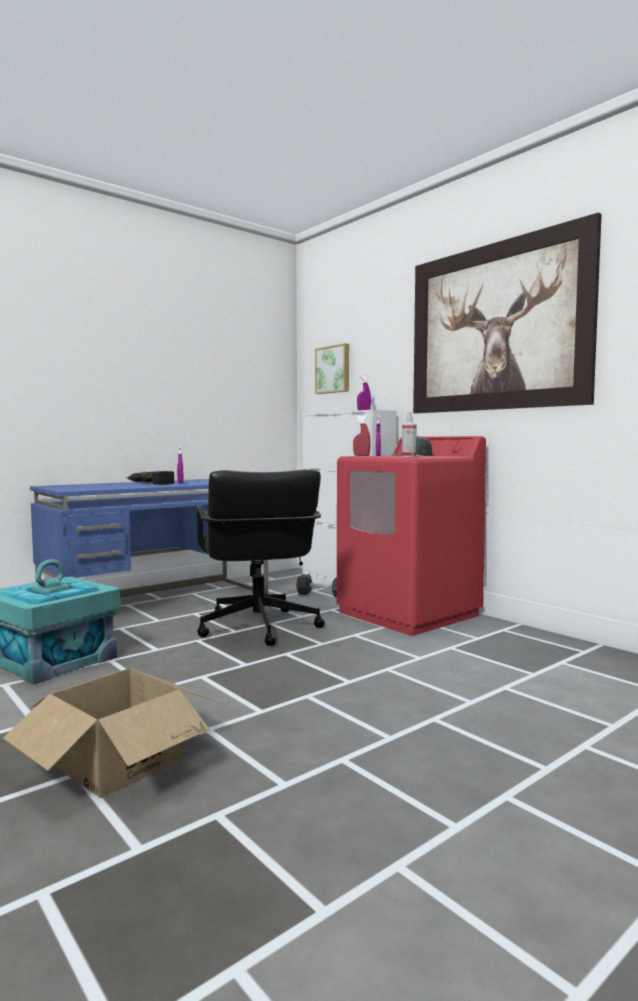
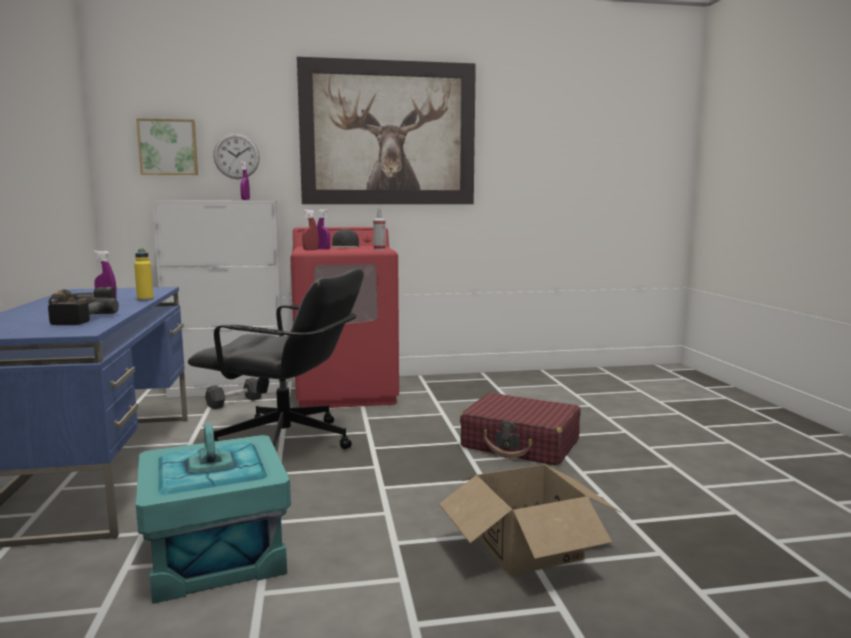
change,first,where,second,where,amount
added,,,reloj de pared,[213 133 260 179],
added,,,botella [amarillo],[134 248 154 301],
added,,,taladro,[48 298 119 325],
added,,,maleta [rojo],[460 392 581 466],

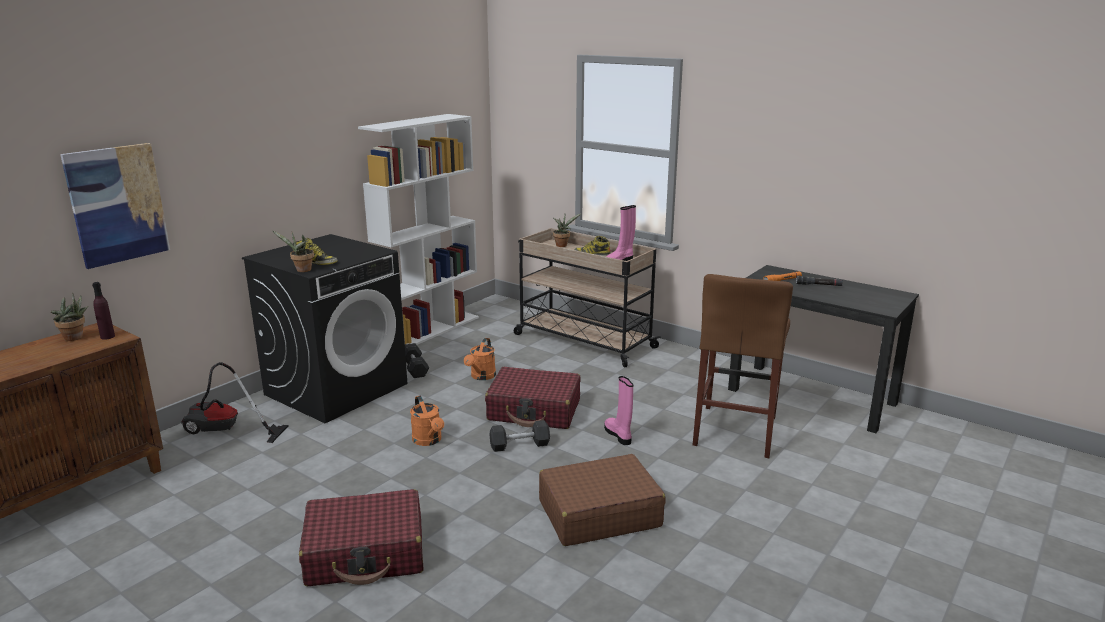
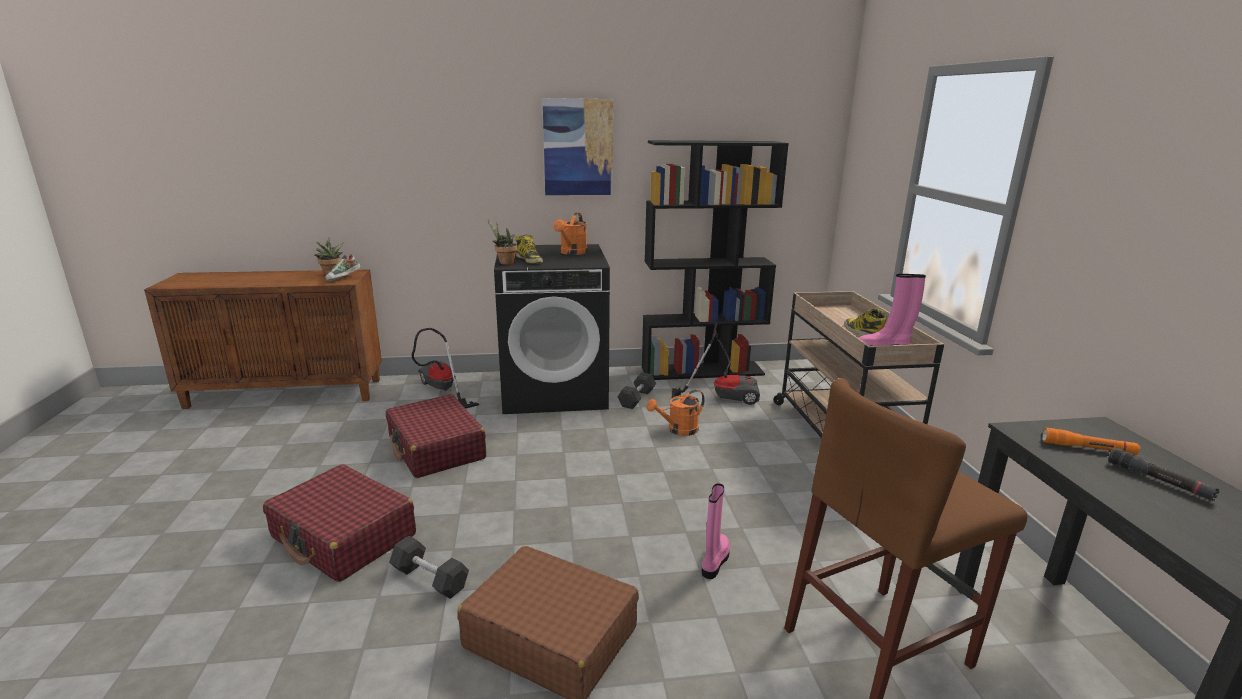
change,first,where,second,where,amount
recoloured,estantería [blanco],[358 114 479 345],estantería [negro],[642 140 789 380],
moved,cuadro,[60 143 170 269],,[543 98 613 195],
removed,planta en maceta,[553 214 581 247],,,
replaced,botella [morado],[92 282 115 340],zapato,[325 254 361 282],
moved,maleta [rojo],[485 367 580 429],,[386 394 486 478],
moved,regadera [naranja],[410 396 444 446],,[553 213 588 255],
moved,mancuerna [gris],[489 420 550 452],,[389 536 469 599],
added,,,aspiradora,[672 323 760 405],

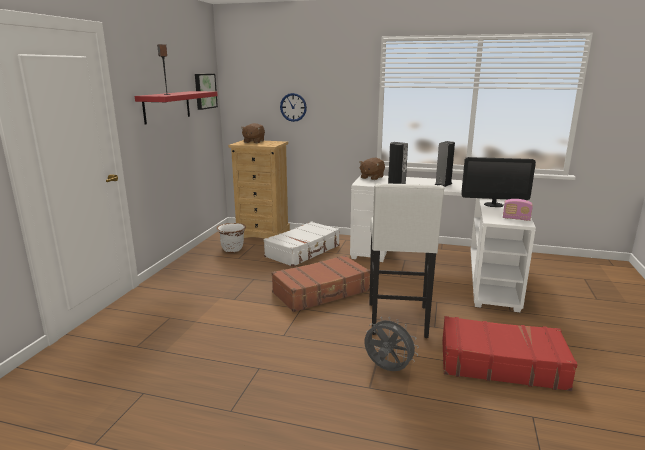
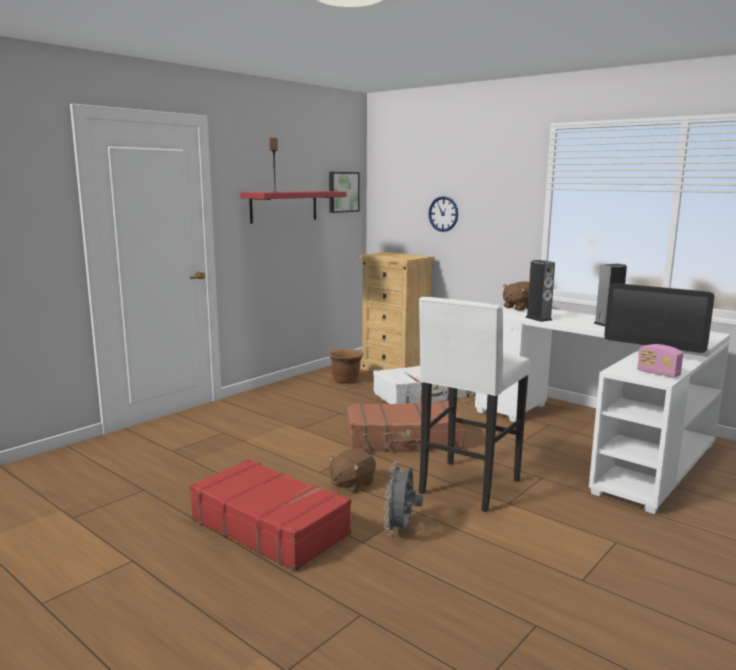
change,first,where,second,where,amount
moved,peluche [marrón],[241 123 265 143],,[328 448 376 493],
recoloured,maceta [blanco],[216 223 246 253],maceta [marrón],[328 349 363 384],
moved,maleta [rojo],[442 316 578 391],,[189 459 351 571],
turned,ventilador [gris],[364 317 419 371],,[384 461 423 535],135 degrees counterclockwise

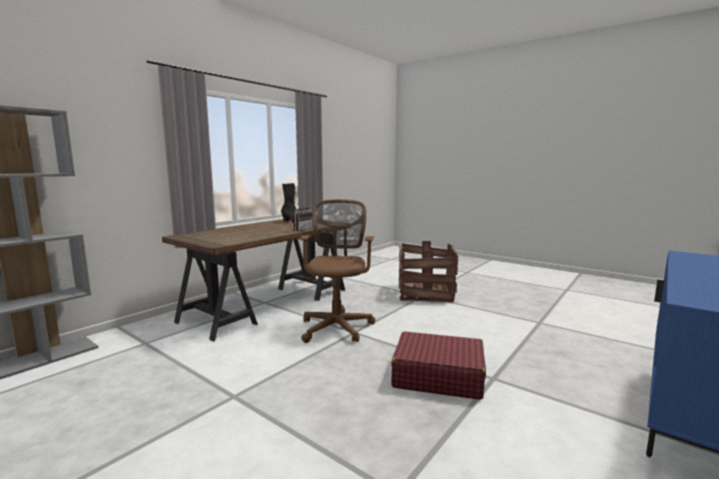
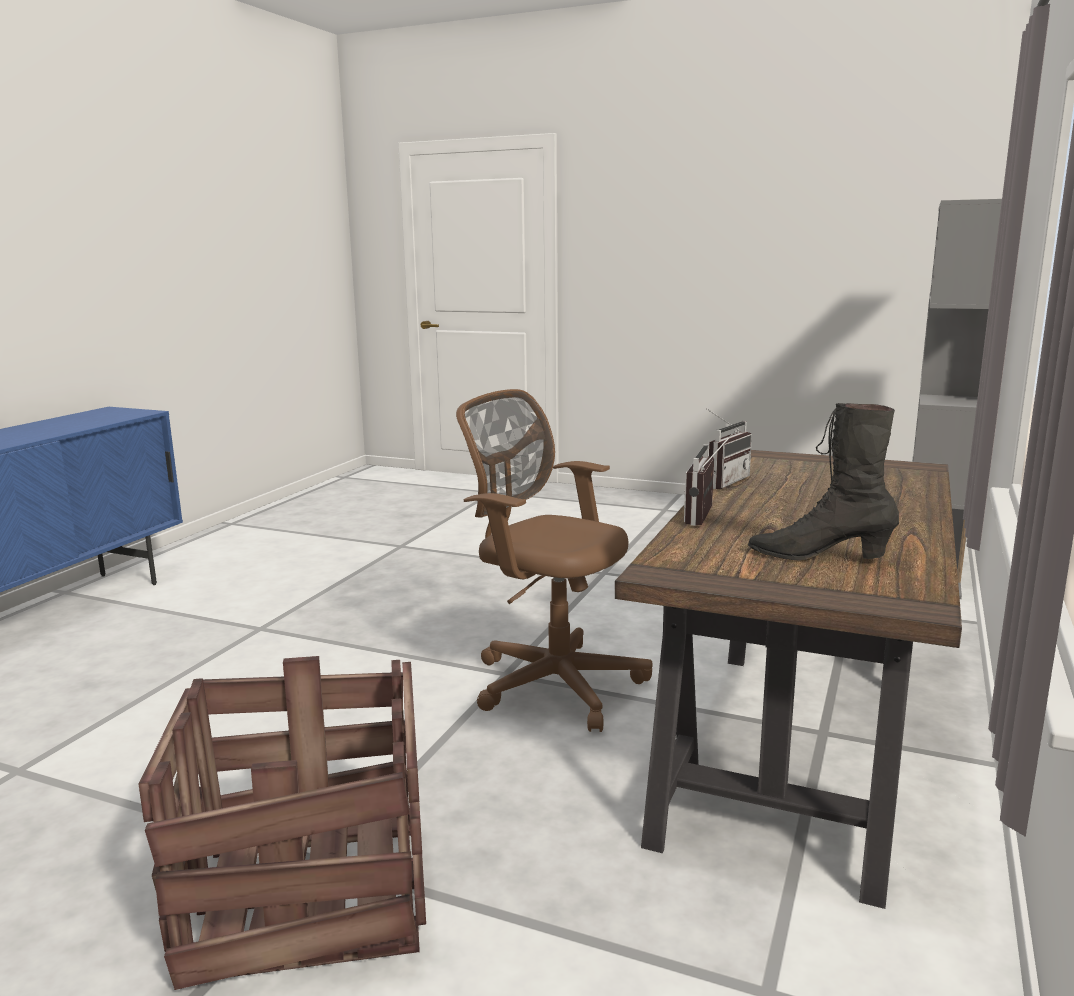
change,first,where,second,where,amount
turned,silla de oficina [marrón],[299 199 375 343],,[456 389 653 732],135 degrees clockwise
removed,maleta [rojo],[391 331 486 400],,,
added,,,radio,[706 408 752 489],

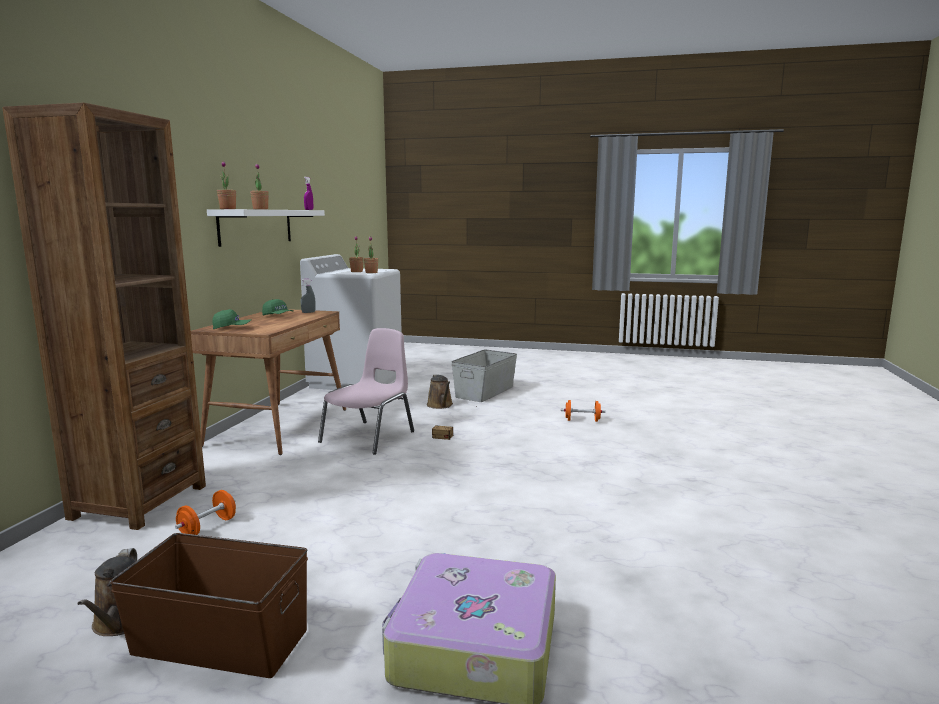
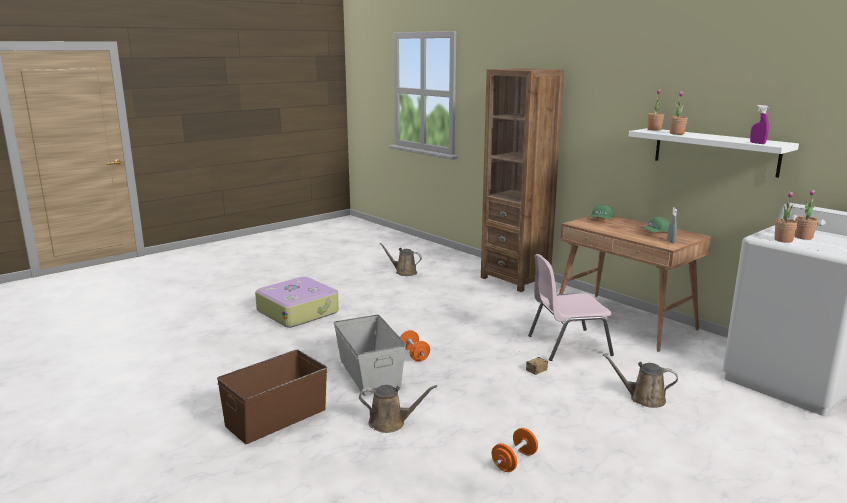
change,first,where,second,where,amount
turned,silla [rosa],[318 328 414 455],,[528 254 614 361],105 degrees clockwise
moved,caja de almacenaje [gris],[451 349 517 402],,[334 315 406 396],
moved,mancuerna [naranja],[175 490 236 535],,[400 330 430 362],
moved,caja de almacenaje [marrón],[110 533 308 678],,[217 350 327 444],
added,,,regadera [marrón],[359 385 437 433],

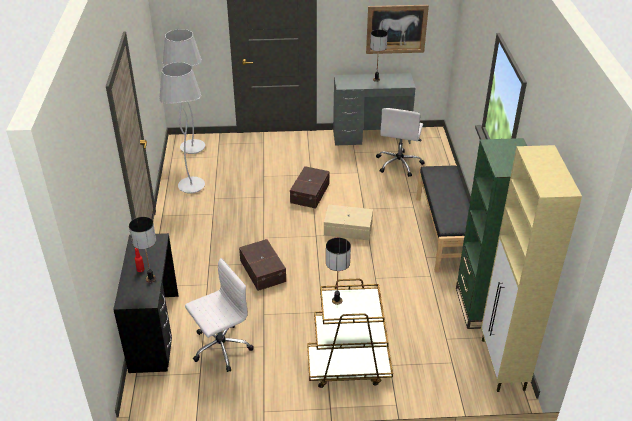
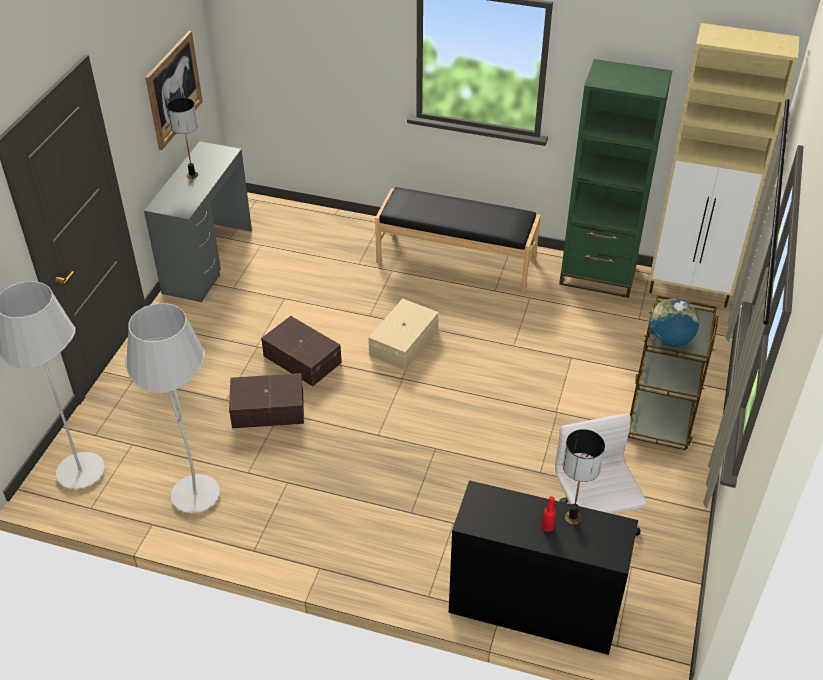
change,first,where,second,where,amount
removed,silla de oficina [blanco],[376 108 425 177],,,
replaced,lámpara de mesa,[326 238 351 305],globo terráqueo,[649 298 699 347],
moved,caja de almacenaje [marrón],[239 239 286 291],,[229 373 304 428],

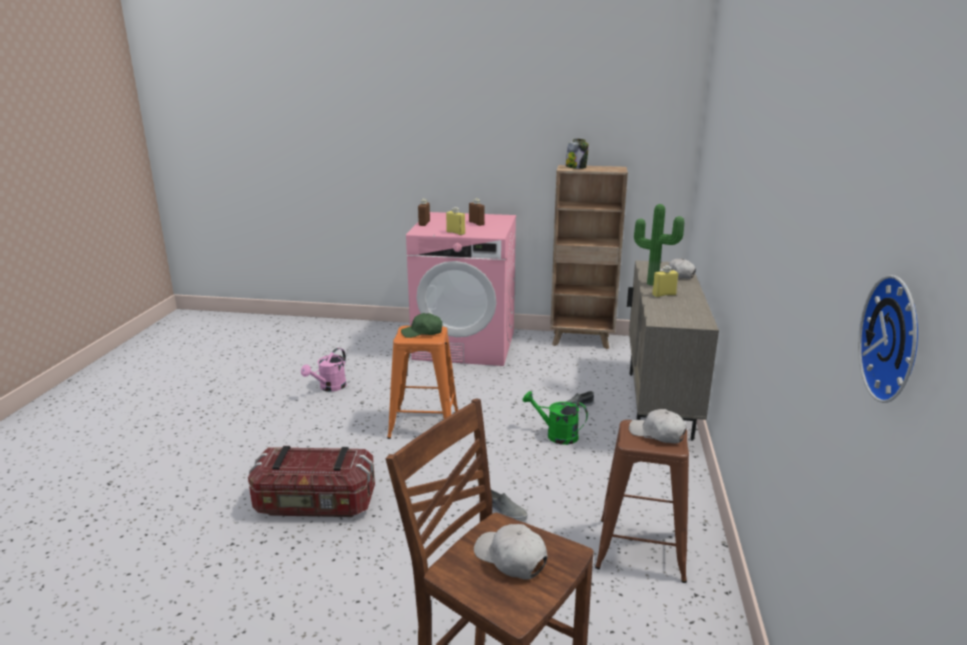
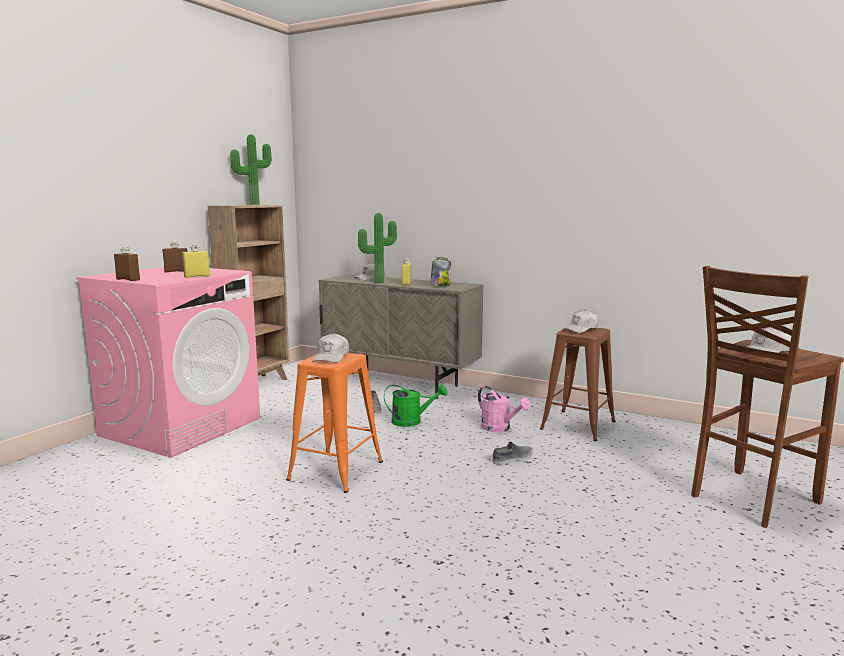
change,first,where,second,where,amount
moved,tarro,[566 139 589 169],,[430 257 451 286],
removed,reloj de pared,[858 275 918 403],,,
recoloured,gorra [verde],[401 313 442 338],gorra [blanco],[312 333 349 363],
moved,regadera [rosa],[301 348 347 392],,[478 386 531 432],
turned,regadera [verde],[522 391 588 445],,[384 384 447 427],135 degrees counterclockwise
removed,caja de almacenaje,[248 446 375 517],,,
added,,,planta en maceta,[230 134 272 205],

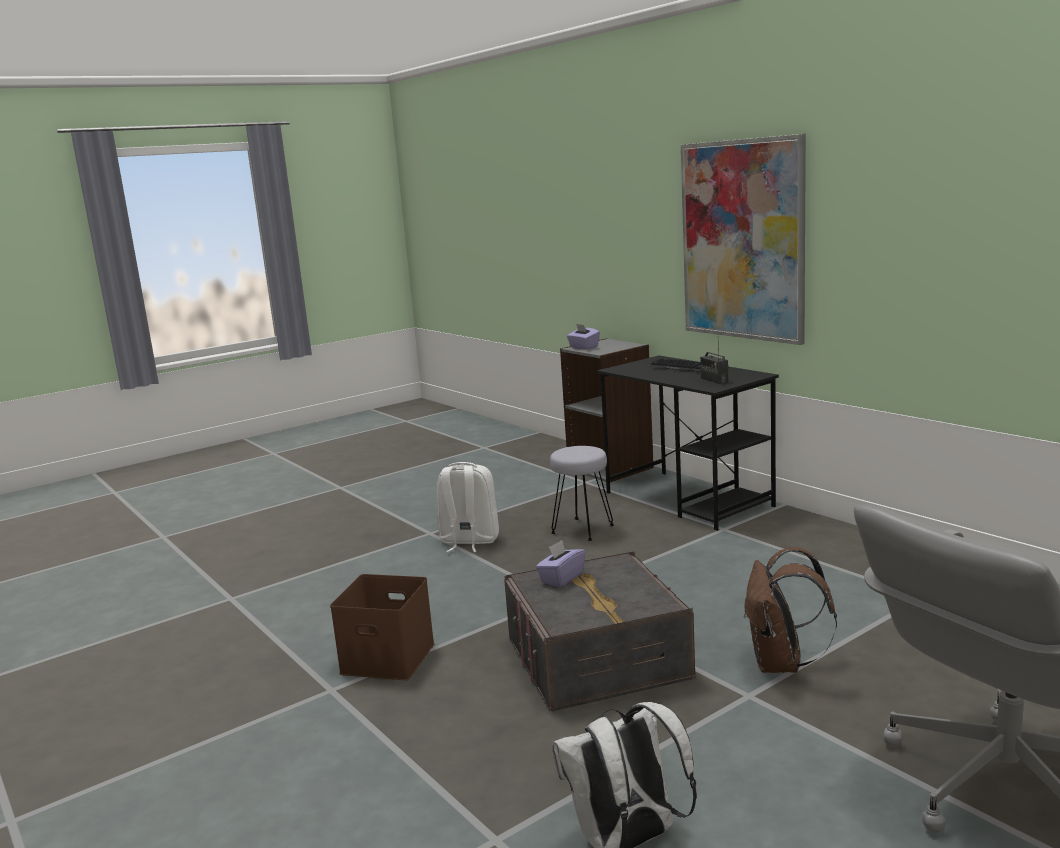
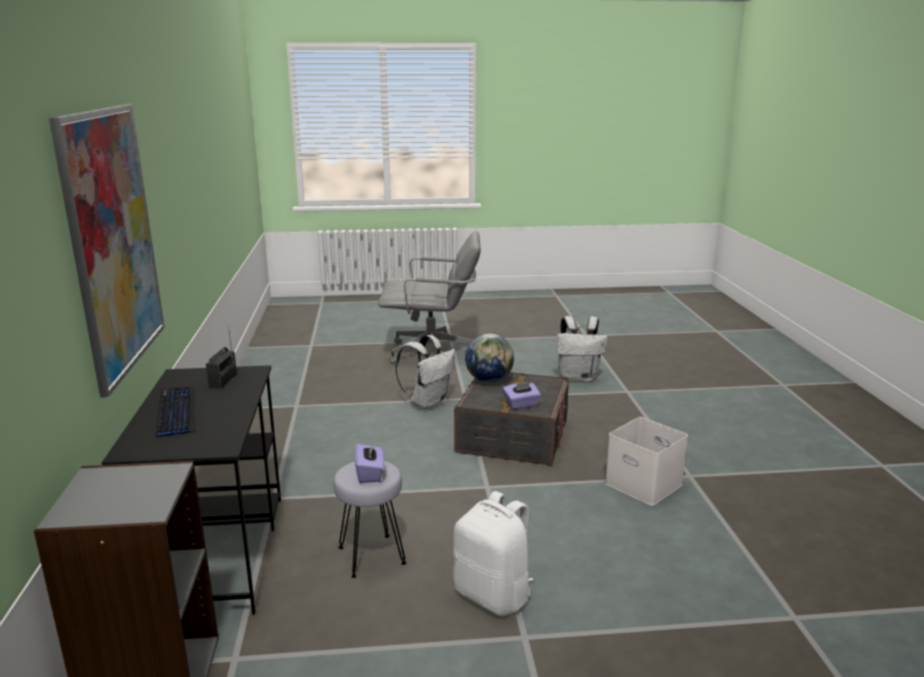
change,first,where,second,where,amount
moved,caja de pañuelos [morado],[567 324 600 349],,[355 440 384 483],
recoloured,mochila [marrón],[744 547 837 673],mochila [blanco],[395 335 455 410],
recoloured,caja de almacenaje [marrón],[330 574 434 680],caja de almacenaje [blanco],[605 417 688 506],
added,,,globo terráqueo,[465 334 514 383],

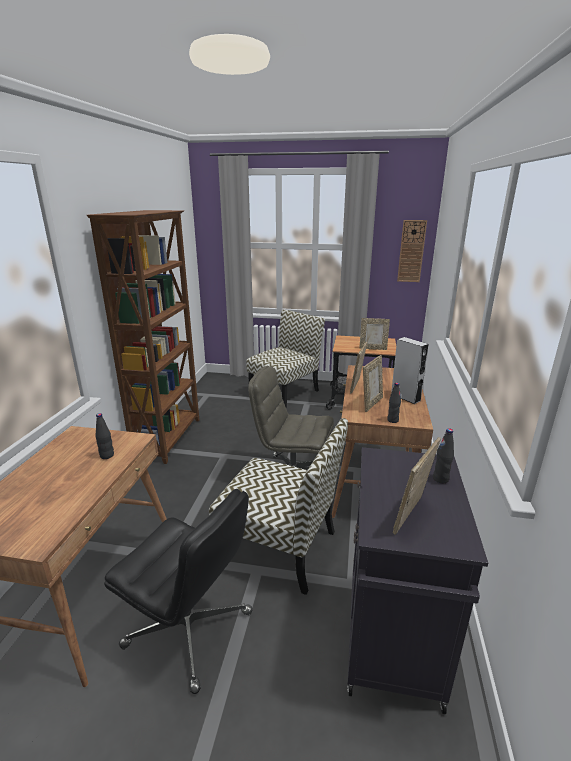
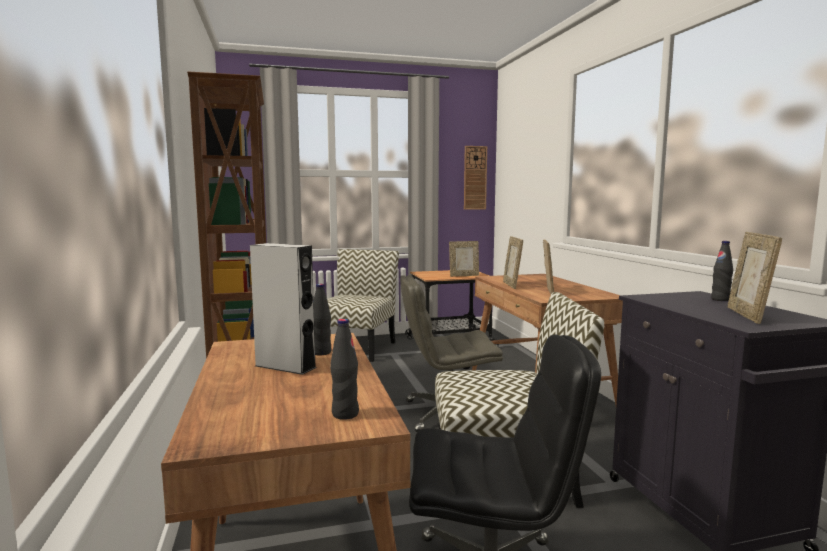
change,first,where,second,where,amount
moved,altavoz [gris],[391 337 429 404],,[250 243 317 375],
moved,botella [negro],[387 383 401 423],,[330 319 359 420],

